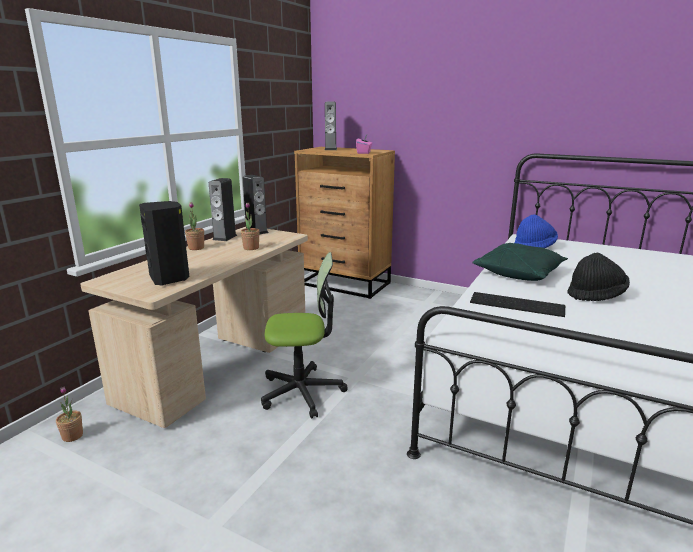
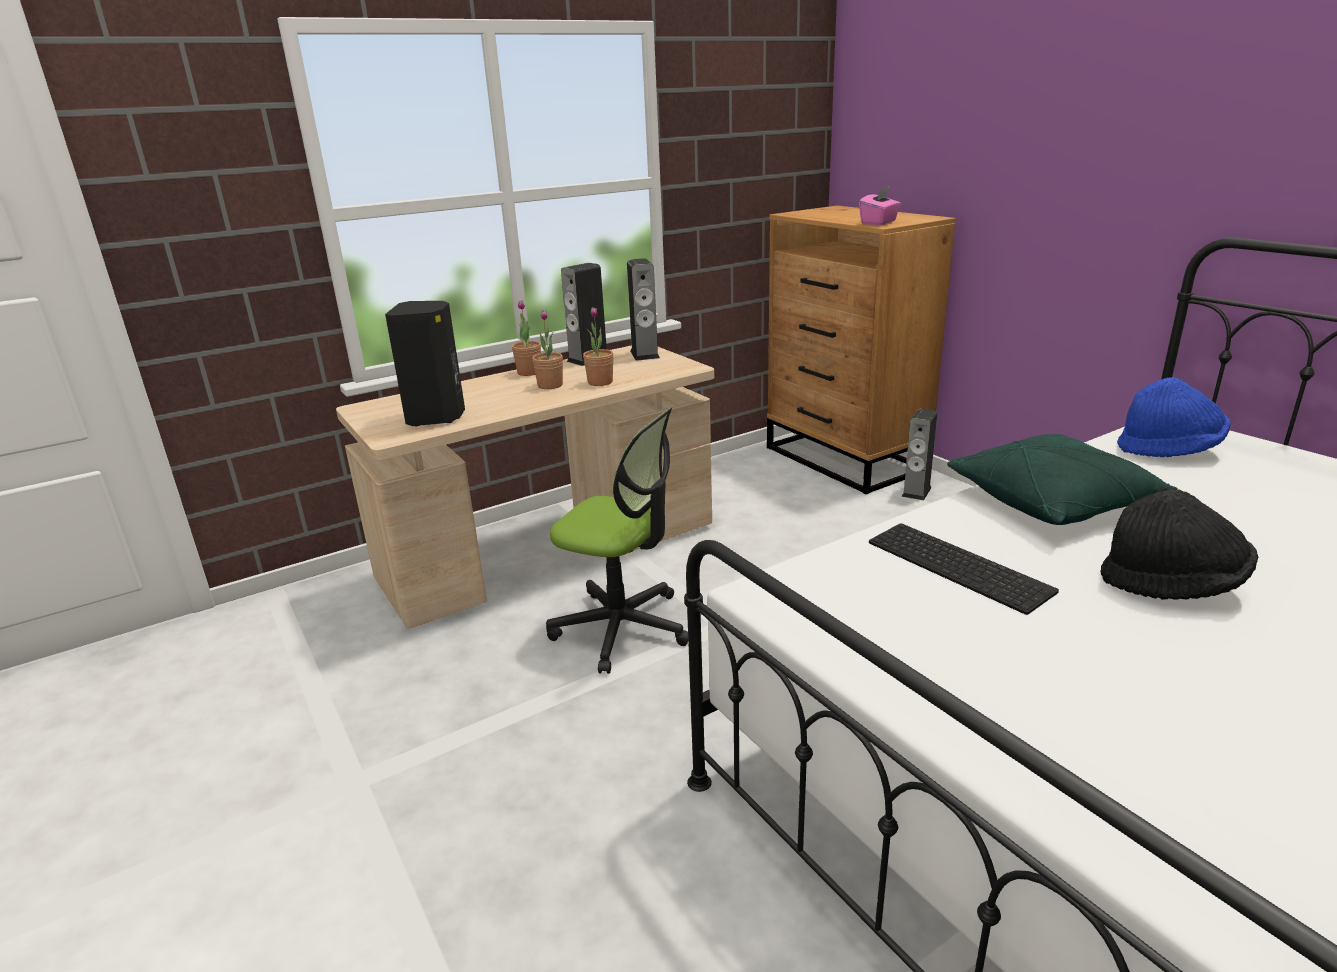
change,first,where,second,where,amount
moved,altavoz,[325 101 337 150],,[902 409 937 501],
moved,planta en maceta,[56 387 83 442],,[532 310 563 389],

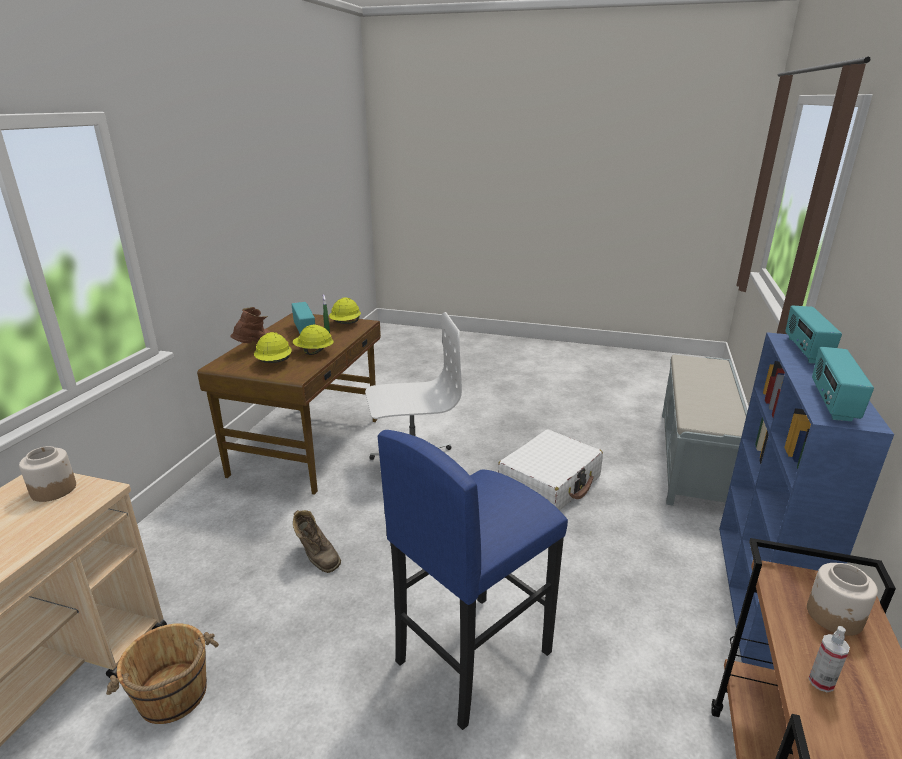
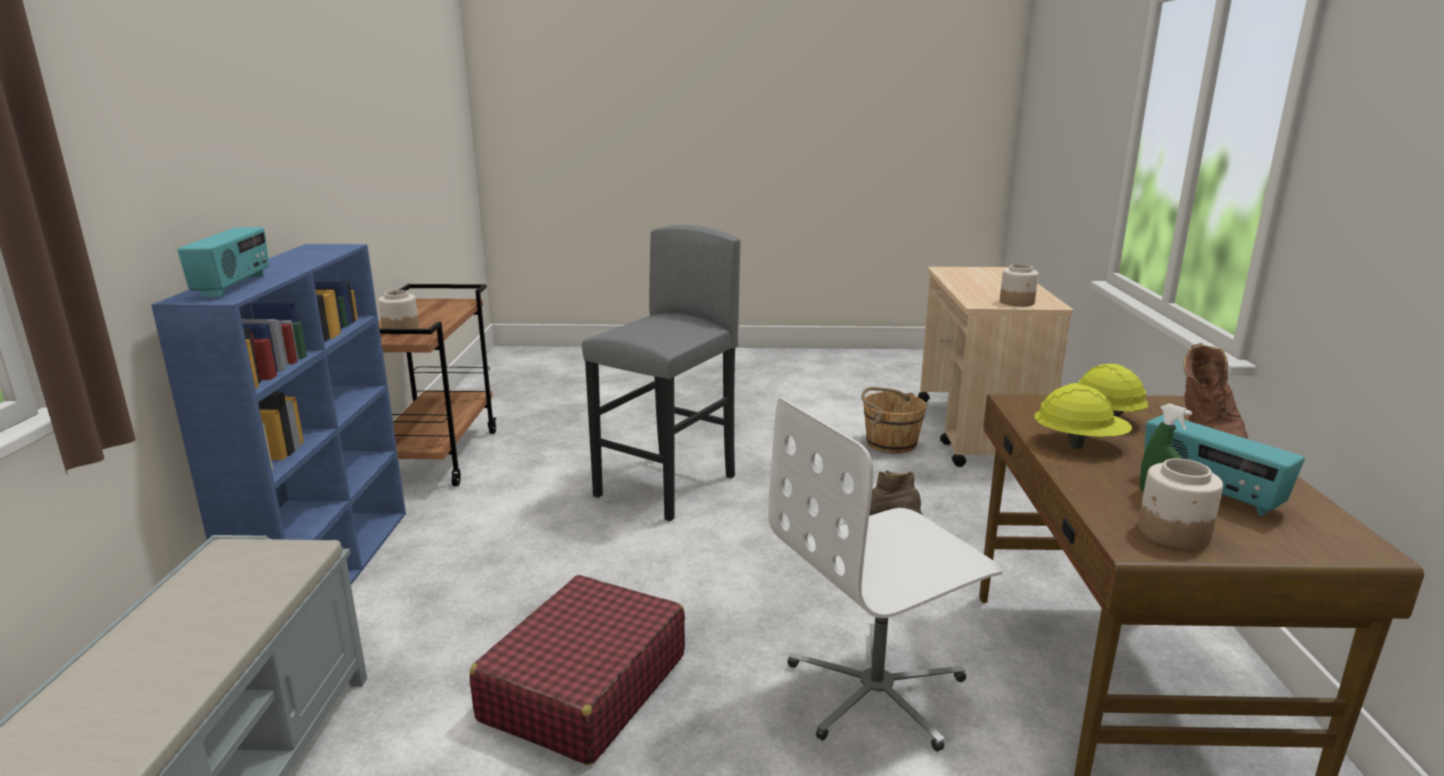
change,first,where,second,where,amount
replaced,casco [amarillo],[329 298 361 324],tarro,[1138 458 1223 549],
removed,radio,[812 347 874 421],,,
recoloured,maleta [blanco],[498 429 603 511],maleta [rojo],[470 575 685 765],
recoloured,taburete [azul],[378 430 568 730],taburete [gris],[582 225 740 521],
removed,pulverizador,[808 626 850 692],,,

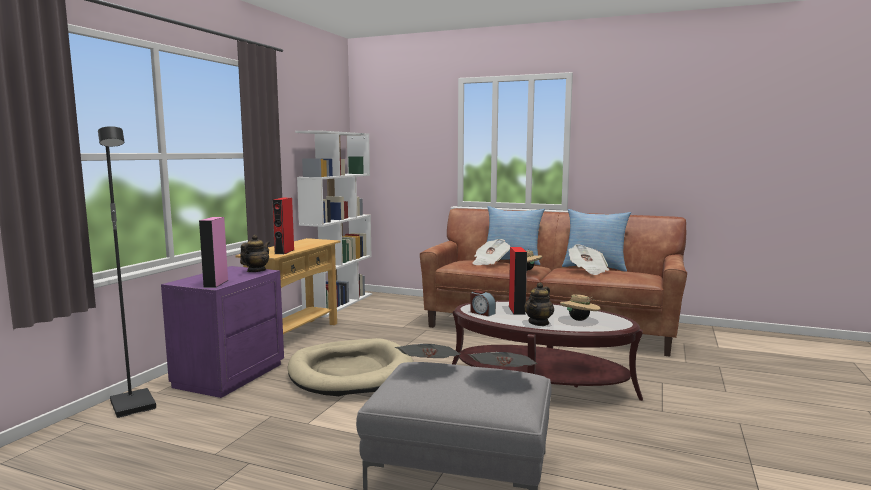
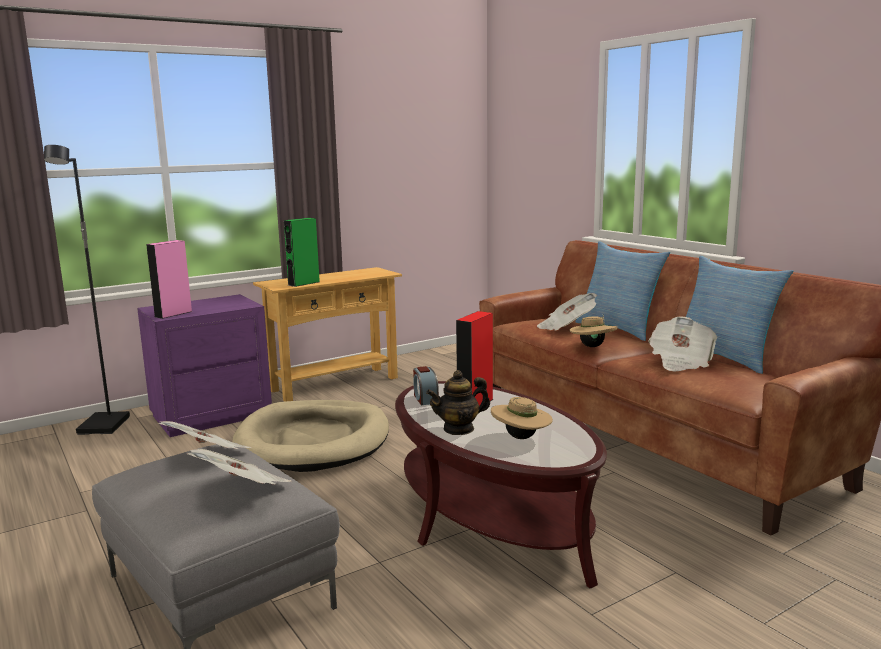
change,first,where,second,where,amount
removed,estantería [blanco],[295 130 372 318],,,
recoloured,altavoz [rojo],[272 198 294 254],altavoz [verde],[284 218 320 287],
removed,tetera,[240 235 270 272],,,

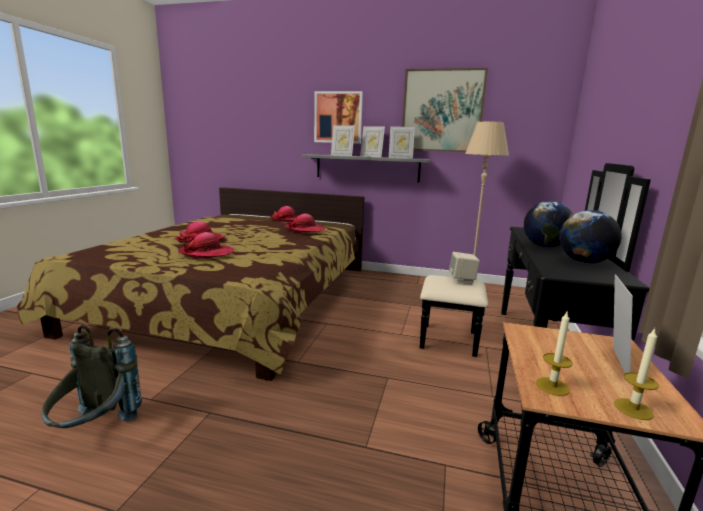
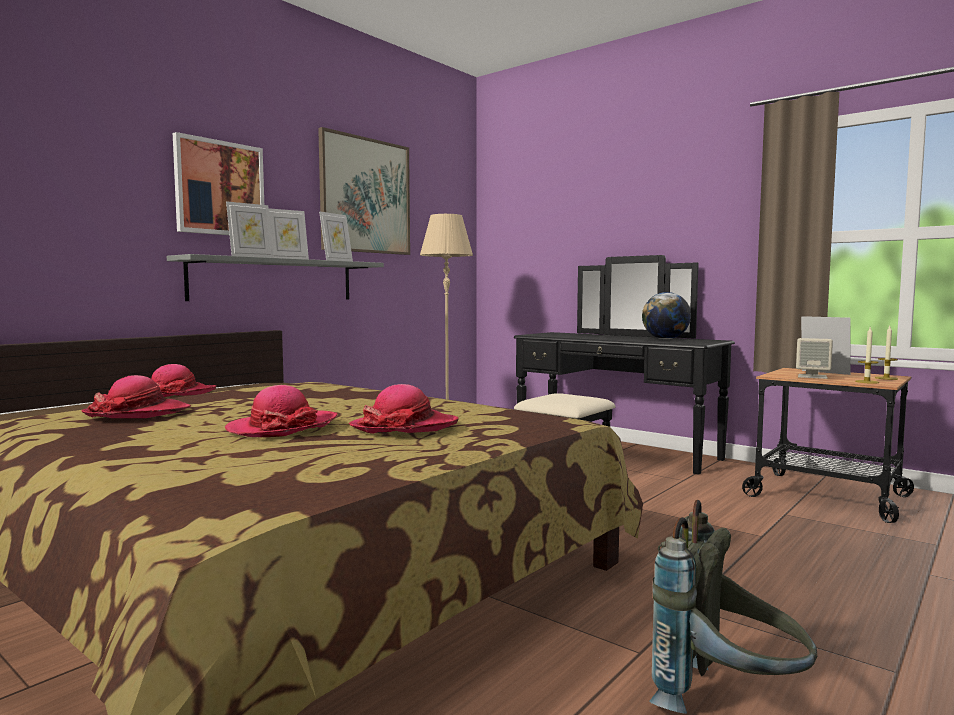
change,first,where,second,where,amount
removed,globo terráqueo,[524 201 573 247],,,
moved,sombrero,[285 214 325 233],,[81 375 191 418],
moved,altavoz [beis],[449 252 480 284],,[796 338 833 379],

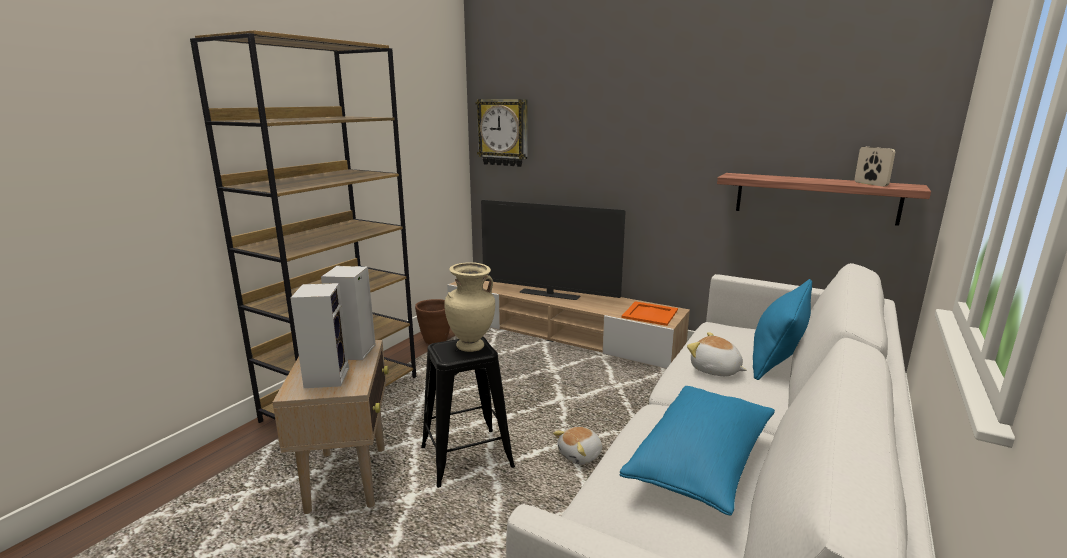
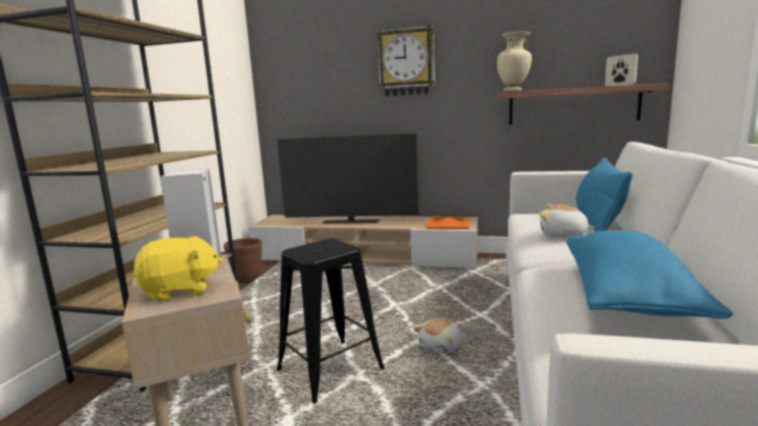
change,first,where,second,where,amount
moved,reloj de pared,[475 99 528 167],,[377 25 435 96],
moved,florero [beis],[444 262 495 352],,[497 31 532 91],
replaced,altavoz,[291 283 349 388],peluche [amarillo],[133 236 223 302],

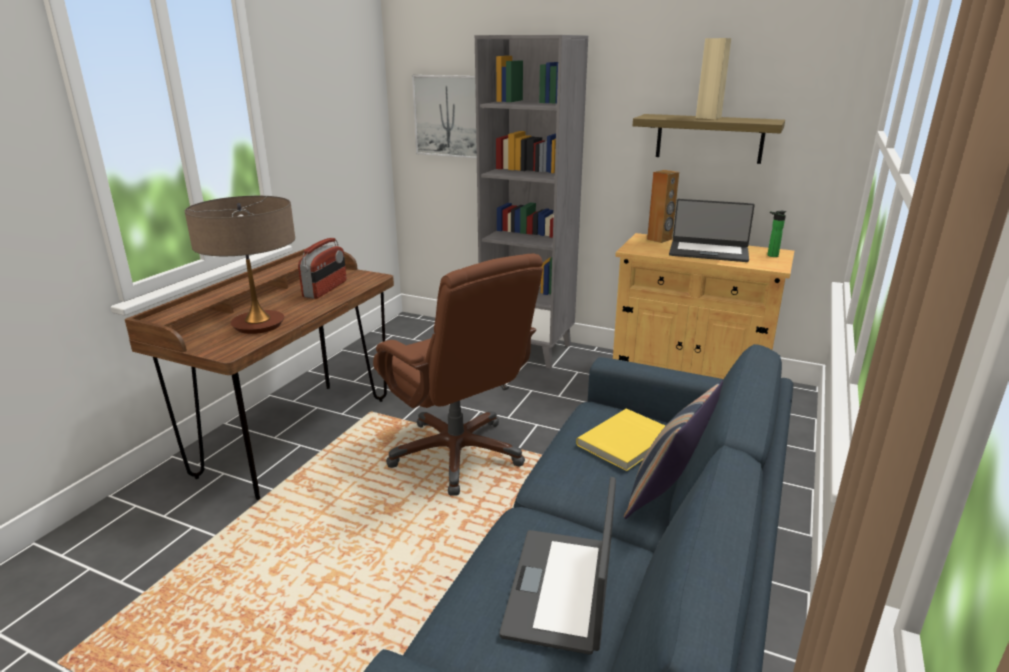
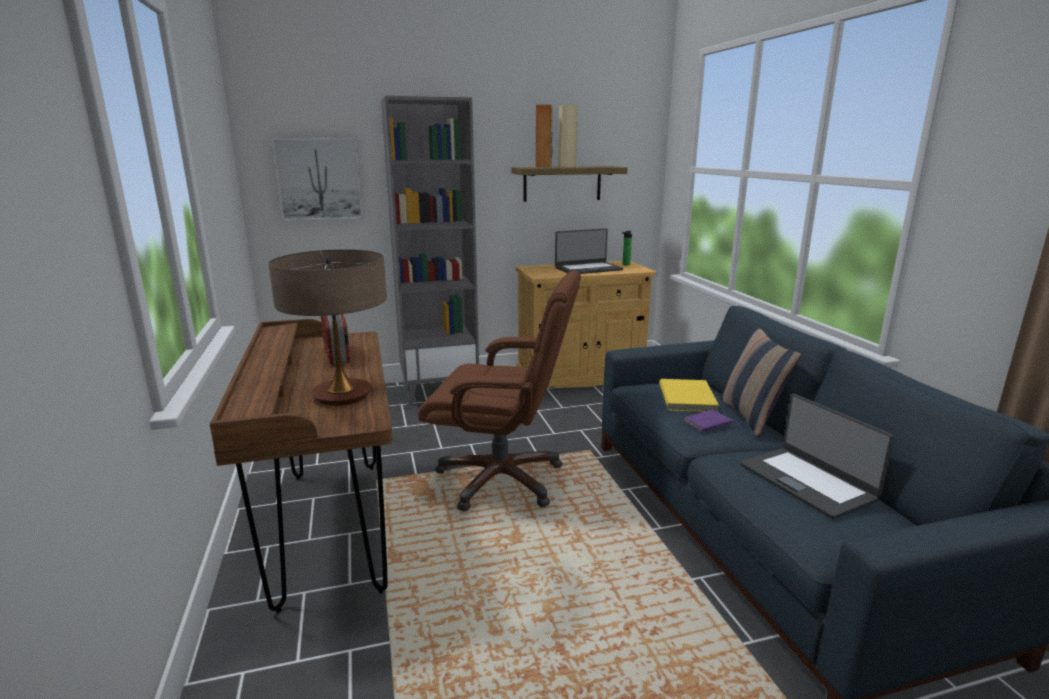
change,first,where,second,where,amount
moved,altavoz [marrón],[647 170 679 243],,[536 105 553 168],
added,,,libro [morado],[684 409 738 432],

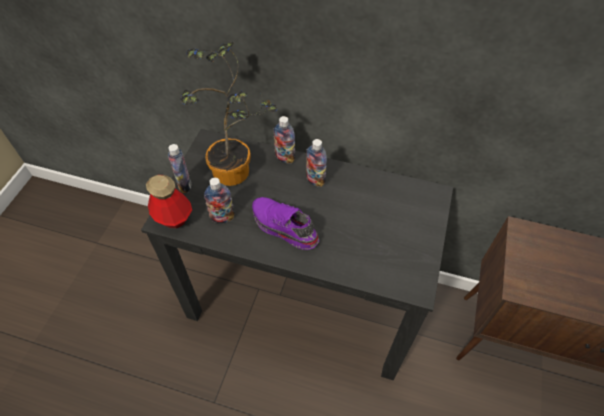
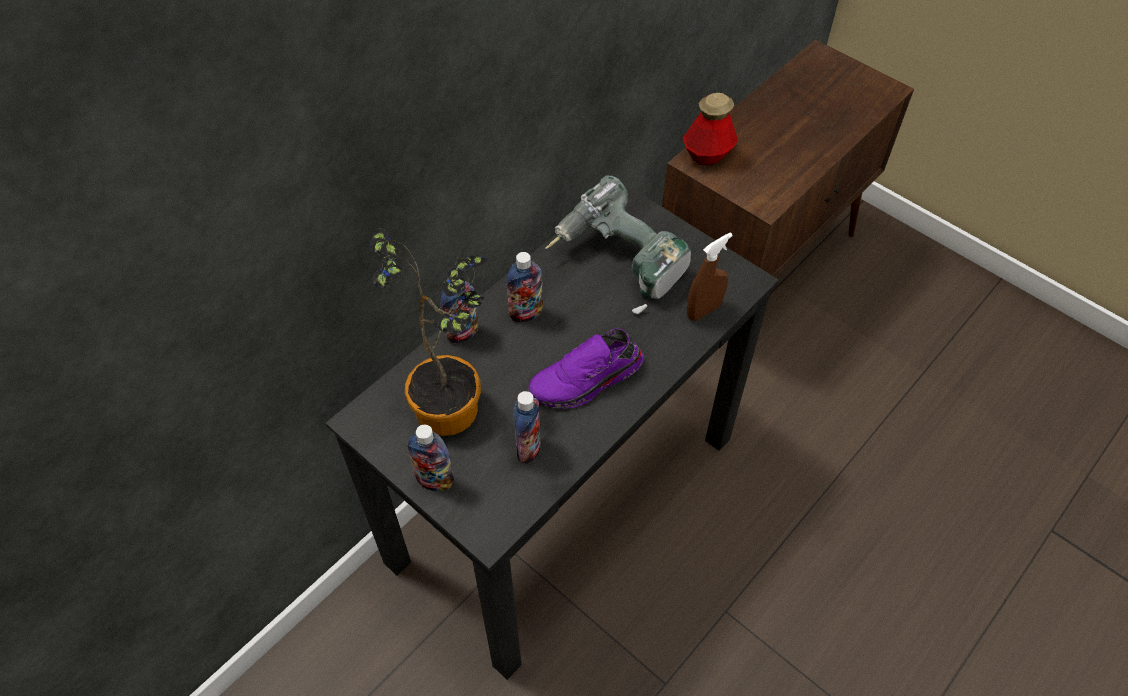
change,first,where,second,where,amount
moved,botella,[146 175 192 228],,[683 93 738 165],
added,,,taladro,[545 175 691 314],
added,,,pulverizador [marrón],[687 233 733 321],

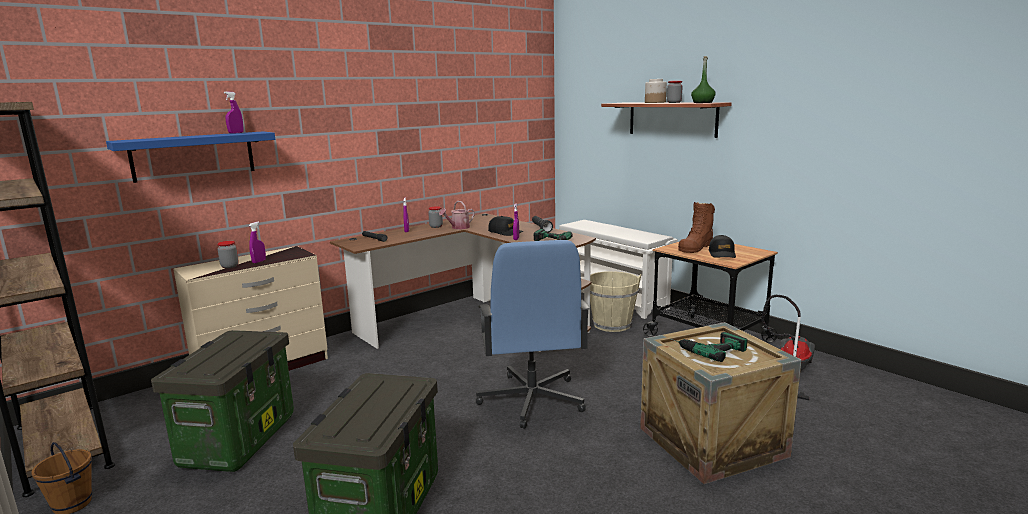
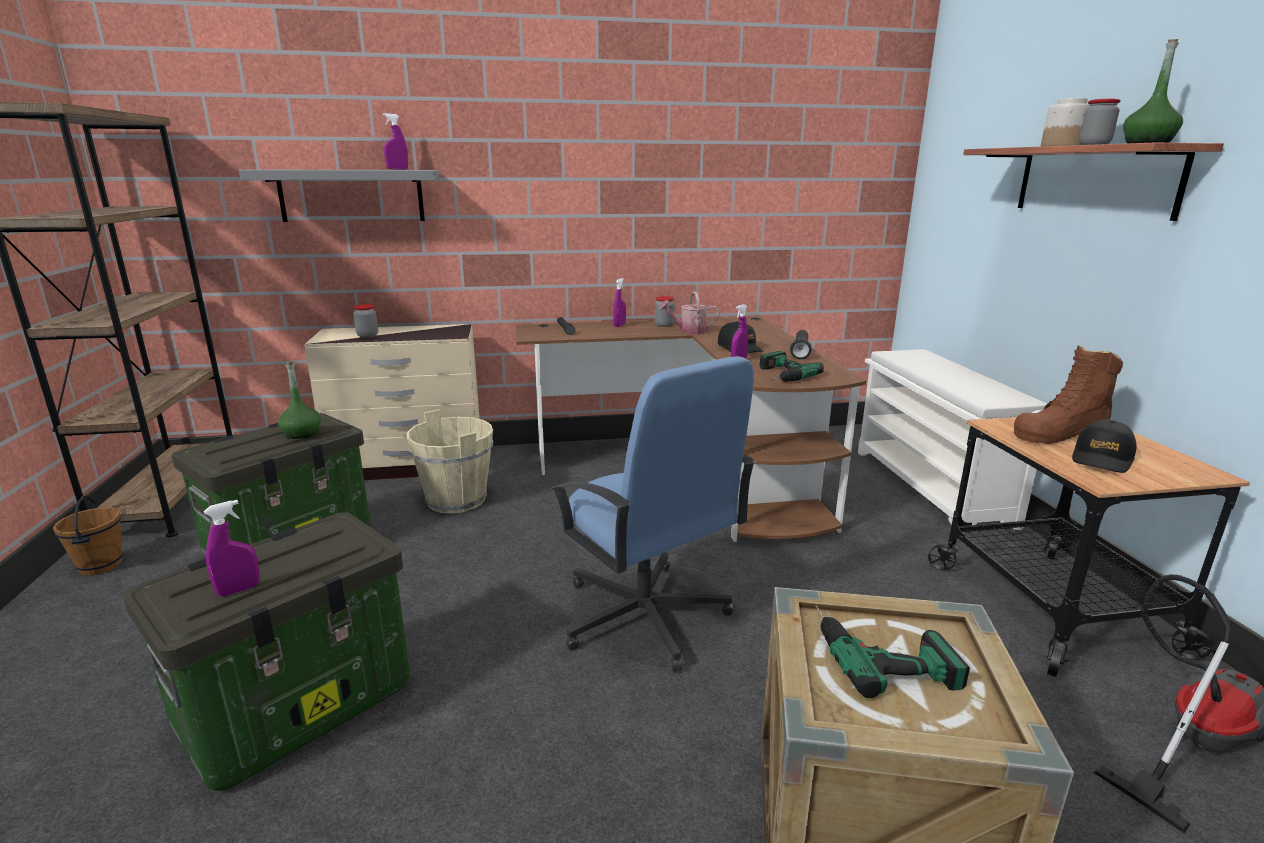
change,first,where,second,where,amount
recoloured,estante [azul],[106 131 275 183],estante [gris],[239 169 439 222],
moved,pulverizador [morado],[249 221 266 263],,[204 500 260 597],
turned,silla de oficina [azul],[476 240 590 429],,[550 356 756 672],60 degrees counterclockwise
moved,cubo [beis],[590 271 642 332],,[407 409 493 514],
added,,,botella [verde],[278 362 321 439],

